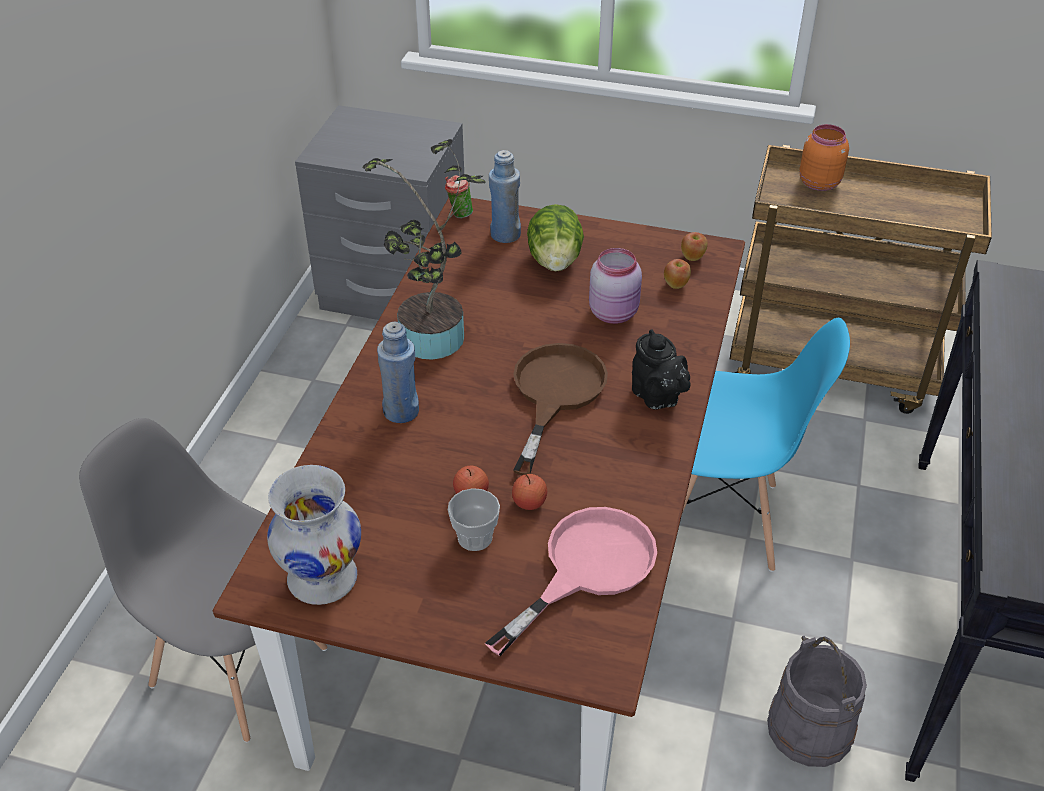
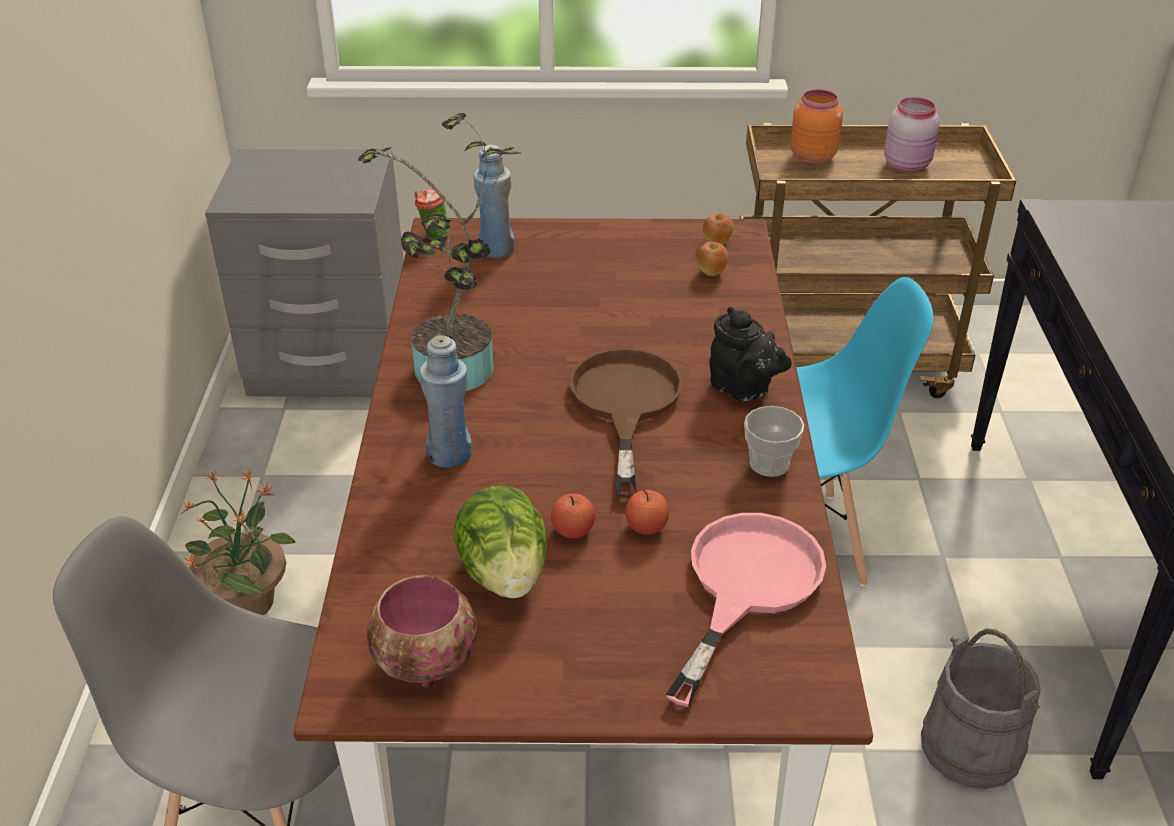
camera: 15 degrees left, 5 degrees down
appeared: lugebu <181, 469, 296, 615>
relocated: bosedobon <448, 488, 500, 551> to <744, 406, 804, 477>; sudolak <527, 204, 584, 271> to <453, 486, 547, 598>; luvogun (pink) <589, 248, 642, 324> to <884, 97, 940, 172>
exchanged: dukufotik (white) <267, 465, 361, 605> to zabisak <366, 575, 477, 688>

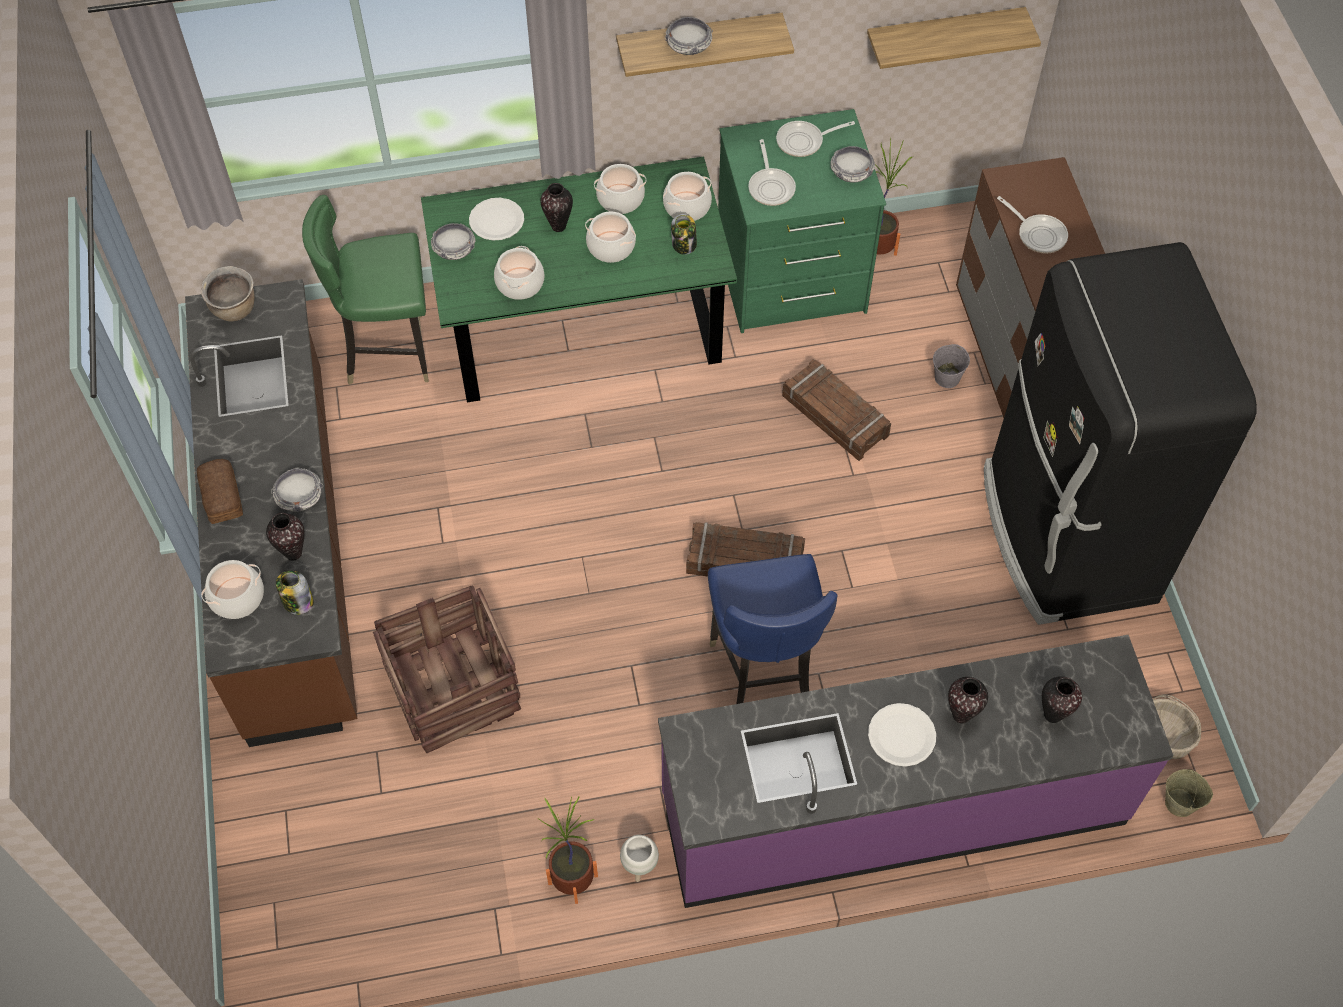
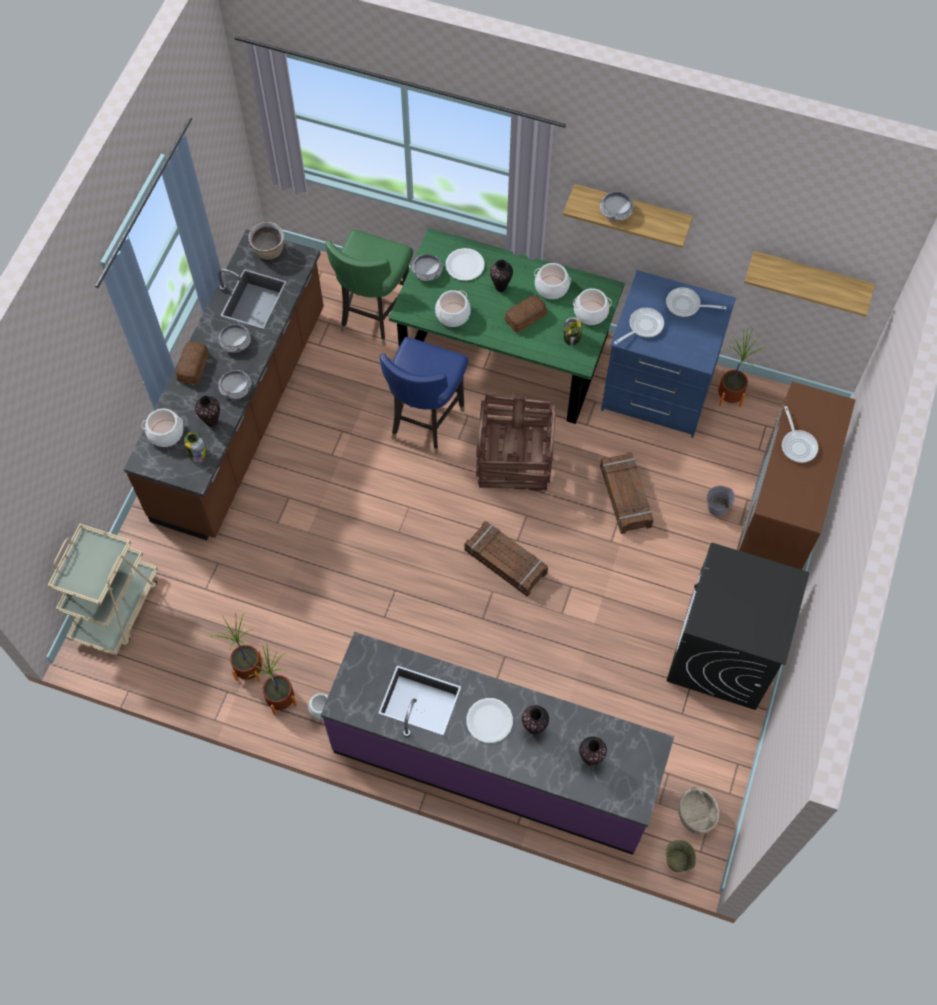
camera: 30 degrees right, 5 degrees up
appeared: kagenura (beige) <48, 524, 158, 655>; lugebu <210, 613, 263, 682>
relocated: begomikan <373, 585, 521, 753> to <476, 395, 556, 491>; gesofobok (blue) <708, 554, 838, 704> to <380, 337, 469, 455>; zabisak <830, 146, 875, 183> to <218, 324, 251, 352>
exchanged: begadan <585, 212, 636, 263> to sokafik <504, 295, 547, 333>; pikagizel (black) <984, 242, 1257, 625> to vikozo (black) <667, 543, 810, 710>
colour: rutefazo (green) <718, 109, 886, 333> to rutefazo (blue) <601, 270, 736, 438>
spun: gesofobok (green) <302, 195, 429, 385> = <325, 229, 413, 346> 90 degrees counterclockwise; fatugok <748, 139, 796, 206> = <614, 308, 664, 344> 150 degrees counterclockwise

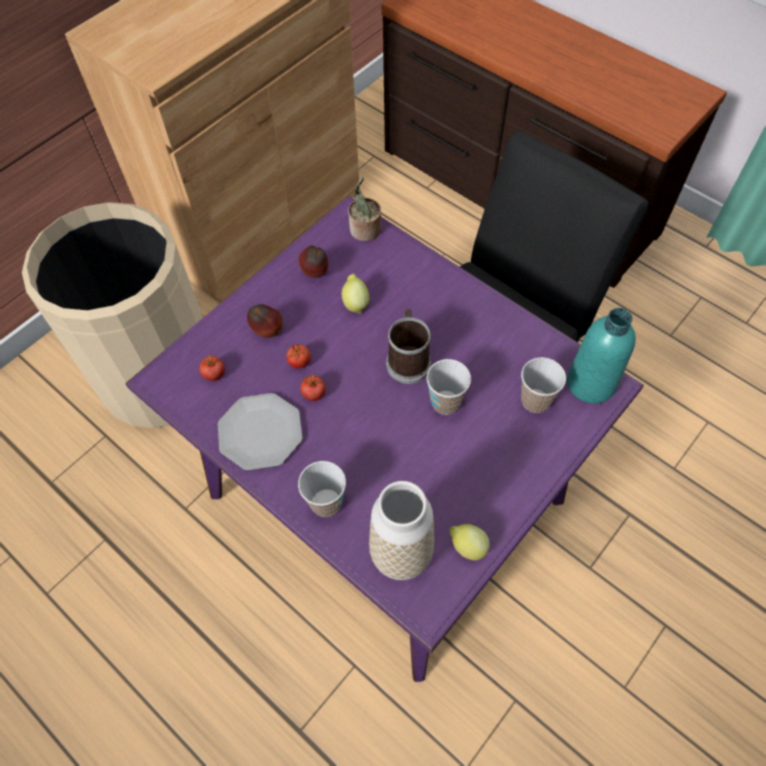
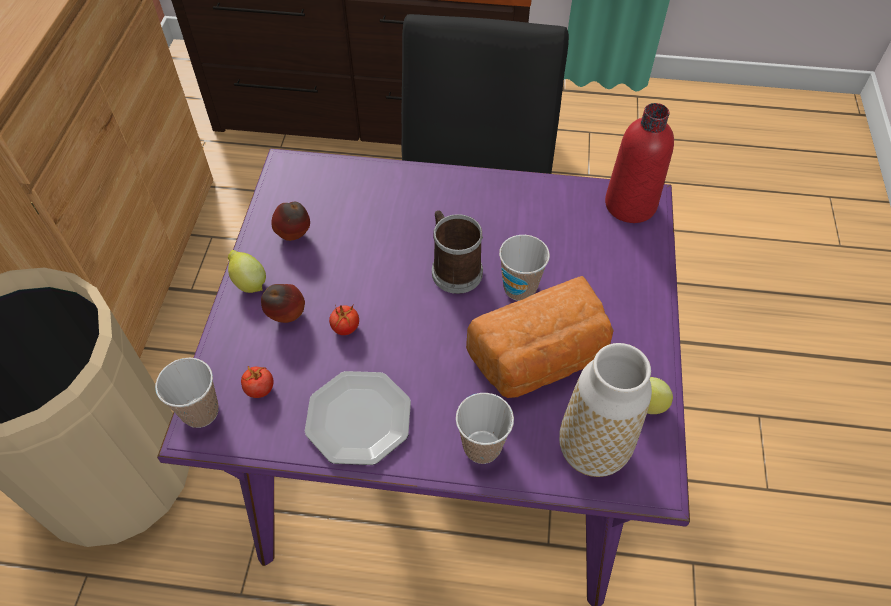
camera: 35 degrees left, 5 degrees down
missing: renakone <300, 374, 326, 401>; lugebu <348, 177, 381, 241>
appeared: sokafik <466, 276, 614, 398>
relocated: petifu <342, 273, 369, 314> to <228, 250, 266, 293>; bosedobon <521, 357, 566, 413> to <155, 358, 218, 428>
colour: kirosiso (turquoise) <567, 308, 636, 404> to kirosiso (red) <605, 103, 674, 223>

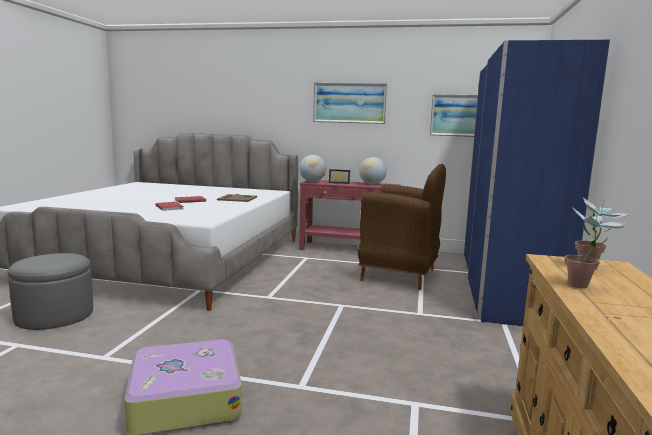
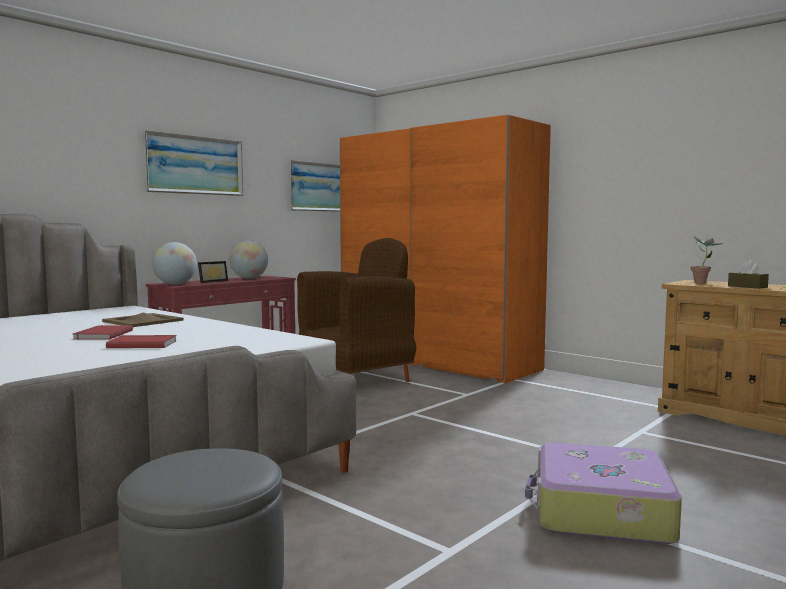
camera: 60 degrees left, 5 degrees down
exchanged: lugebu <564, 207, 626, 288> to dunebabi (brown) <728, 260, 769, 289>
colour: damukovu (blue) <464, 40, 610, 326> to damukovu (orange) <340, 114, 551, 383>

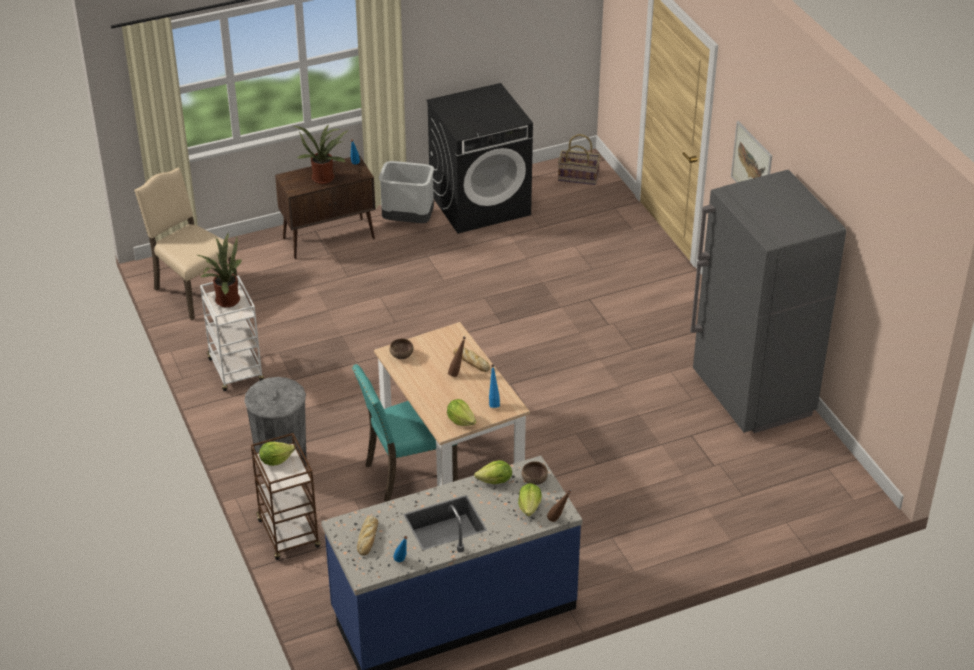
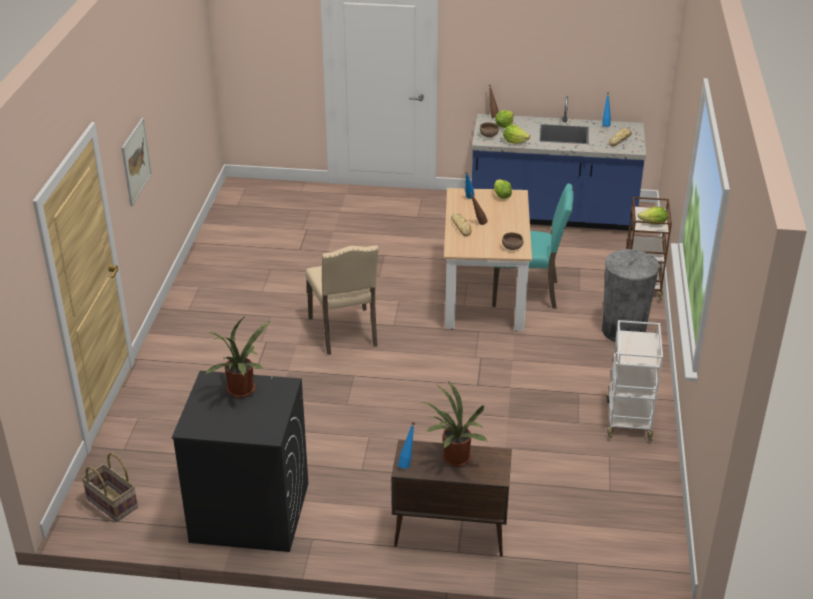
camera: 150 degrees left, 5 degrees down
missing: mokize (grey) <379, 161, 434, 223>; pikagizel (grey) <690, 170, 846, 433>
relocated: gesofobok (beige) <134, 168, 238, 320> to <306, 245, 379, 355>; lugebu <198, 232, 242, 308> to <206, 315, 271, 398>

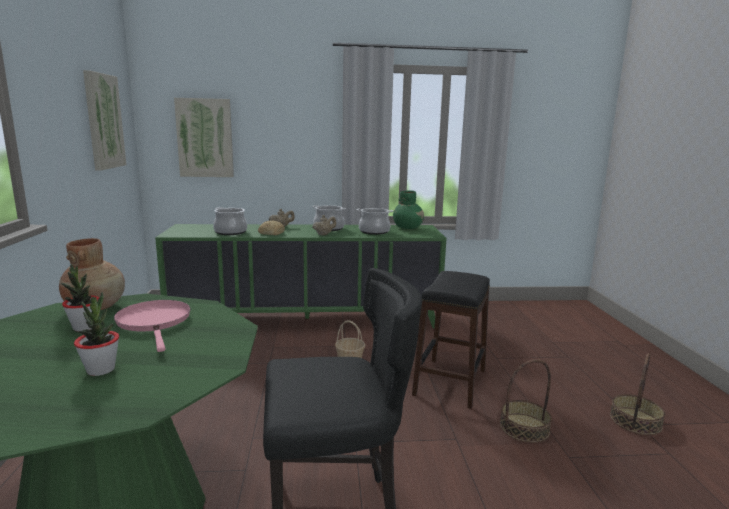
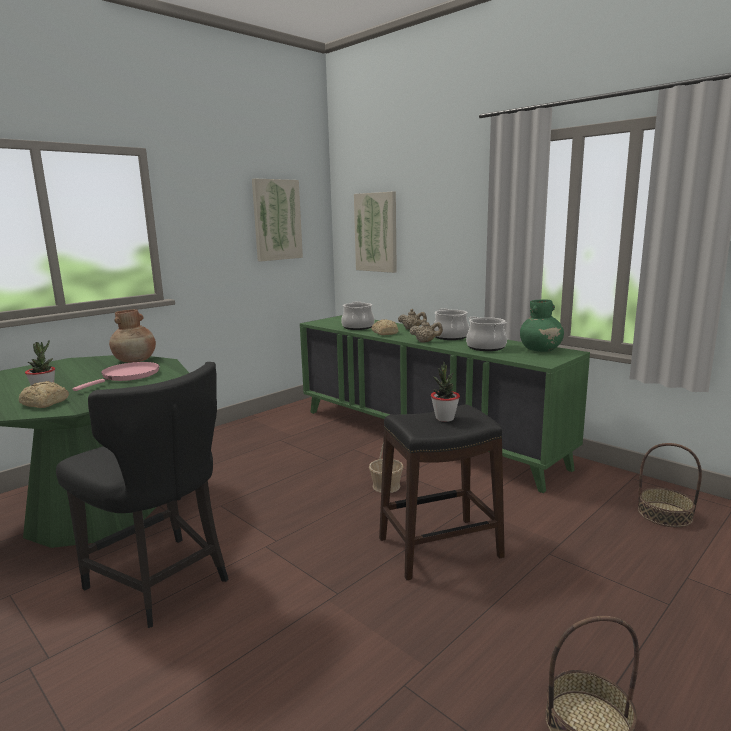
camera: 50 degrees right, 0 degrees up
appeared: sokafik <19, 381, 69, 408>
relocated: lugebu <61, 264, 99, 332> to <431, 362, 460, 422>; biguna <500, 359, 552, 443> to <638, 443, 702, 528>

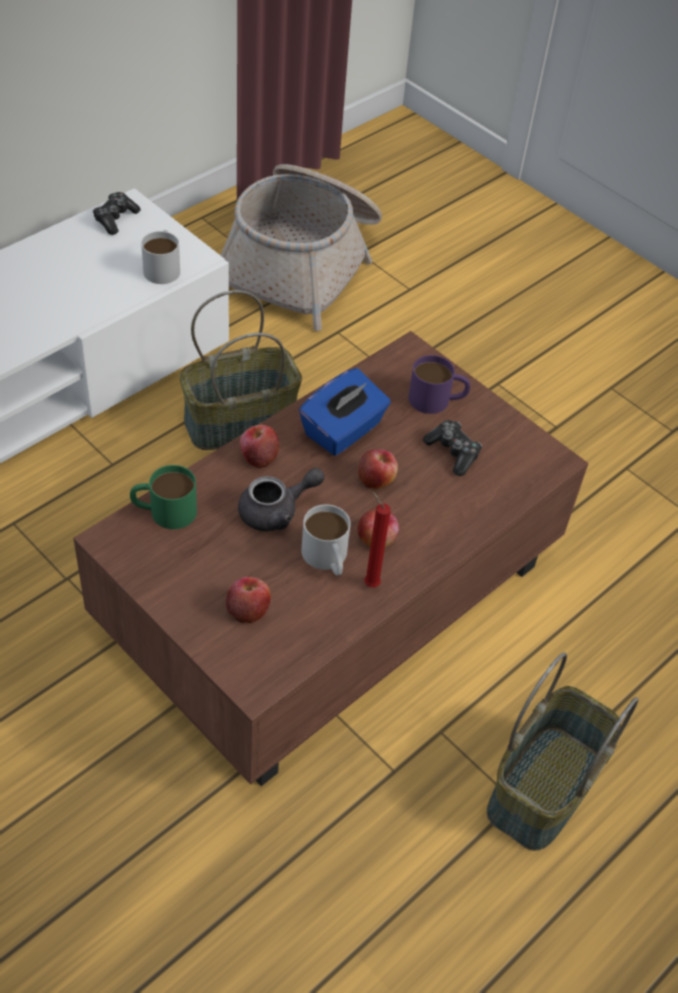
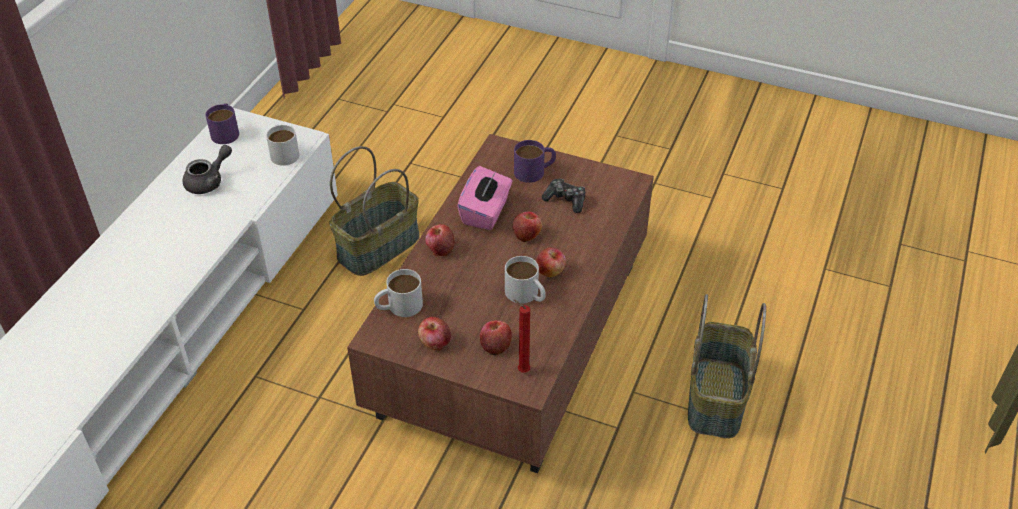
camera: 20 degrees left, 5 degrees down
missing: biguna <221, 164, 382, 331>
appeared: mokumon <418, 317, 451, 351>
relocated: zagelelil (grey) <238, 468, 325, 531> to <183, 145, 232, 194>; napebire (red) <364, 492, 391, 587> to <514, 300, 530, 373>
exchanged: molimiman <93, 192, 141, 235> to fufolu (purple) <205, 103, 239, 144>
colour: fufolu (green) <130, 465, 197, 529> to fufolu (white) <374, 269, 423, 317>; dunebabi (blue) <299, 368, 391, 456> to dunebabi (pink) <457, 166, 512, 230>

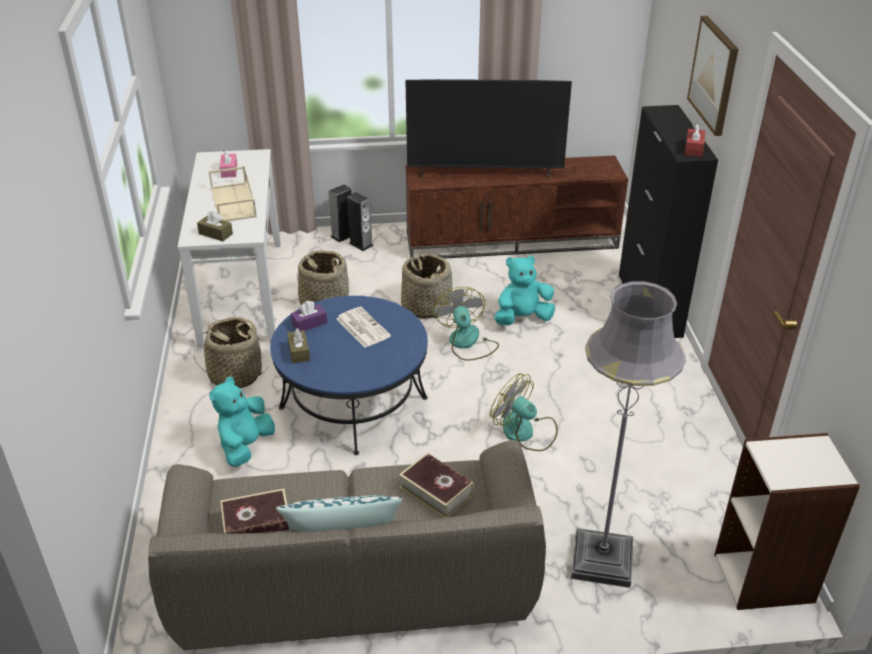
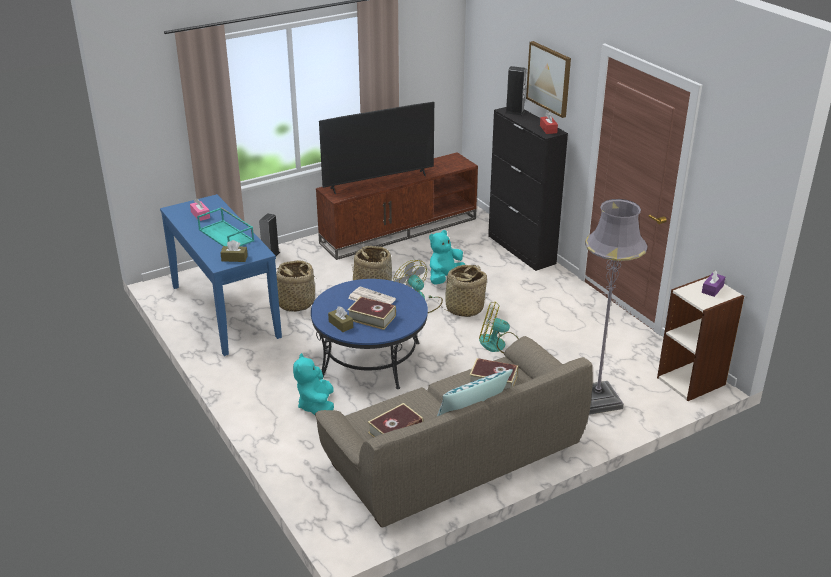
camera: 25 degrees left, 5 degrees down
appeared: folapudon <348, 297, 396, 330>
relocated: biguna <193, 317, 268, 388> to <438, 265, 487, 317>; dunebabi (purple) <291, 301, 327, 331> to <702, 270, 725, 297>; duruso <348, 192, 373, 251> to <505, 66, 526, 115>
colour: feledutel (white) <178, 149, 281, 348> to feledutel (blue) <160, 194, 282, 356>; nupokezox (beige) <209, 166, 257, 221> to nupokezox (turquoise) <197, 207, 254, 247>

